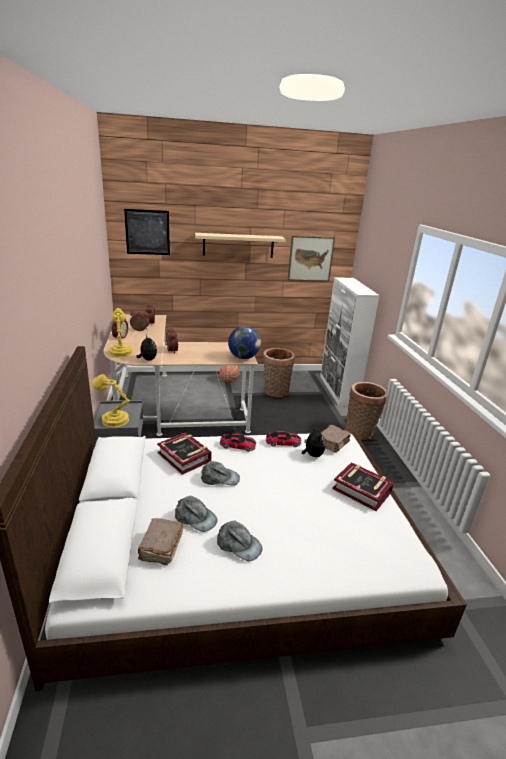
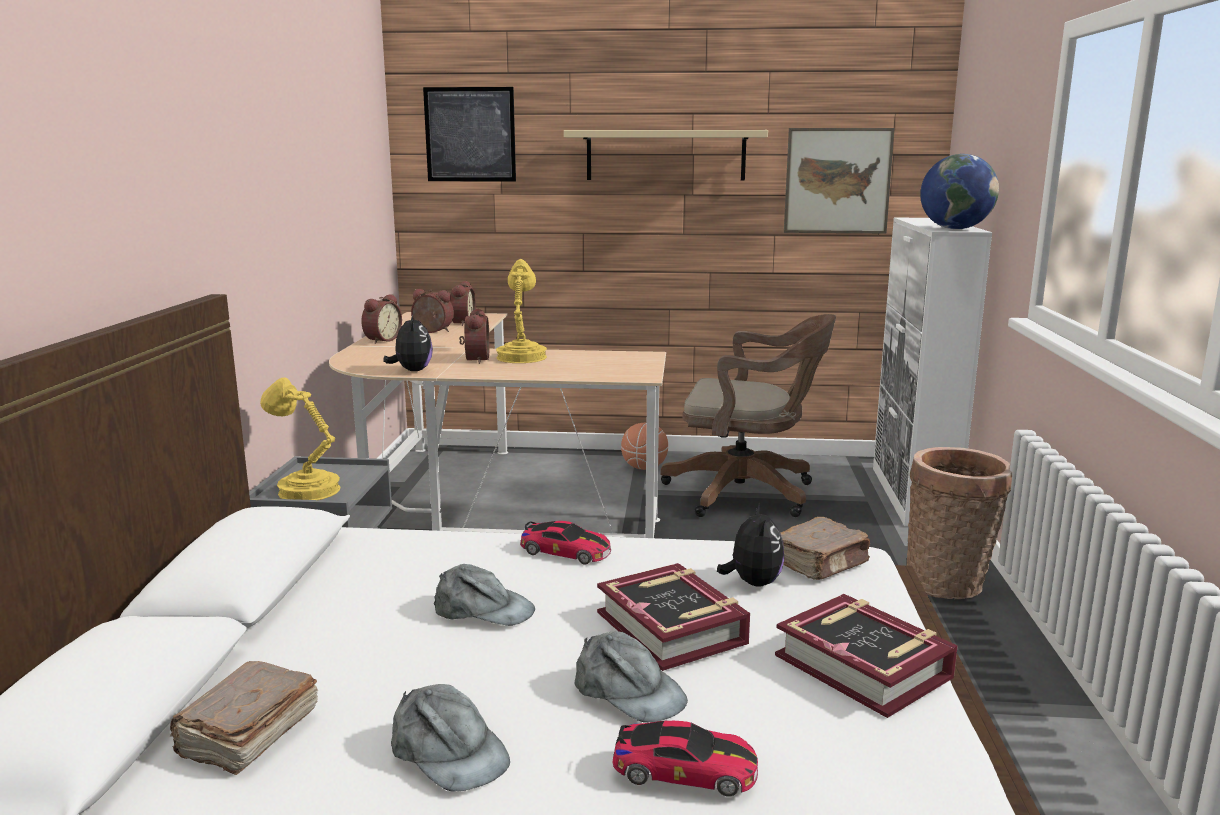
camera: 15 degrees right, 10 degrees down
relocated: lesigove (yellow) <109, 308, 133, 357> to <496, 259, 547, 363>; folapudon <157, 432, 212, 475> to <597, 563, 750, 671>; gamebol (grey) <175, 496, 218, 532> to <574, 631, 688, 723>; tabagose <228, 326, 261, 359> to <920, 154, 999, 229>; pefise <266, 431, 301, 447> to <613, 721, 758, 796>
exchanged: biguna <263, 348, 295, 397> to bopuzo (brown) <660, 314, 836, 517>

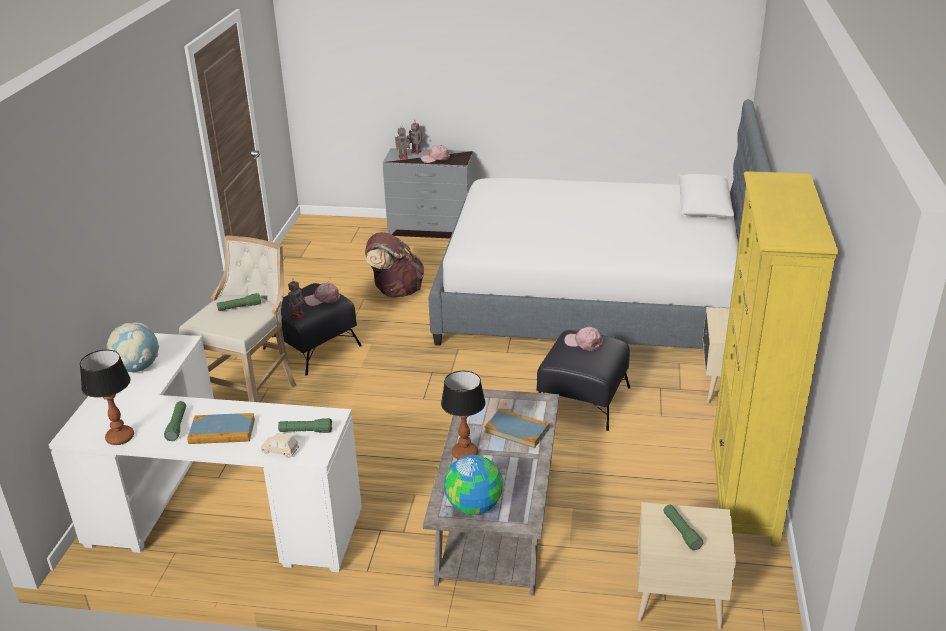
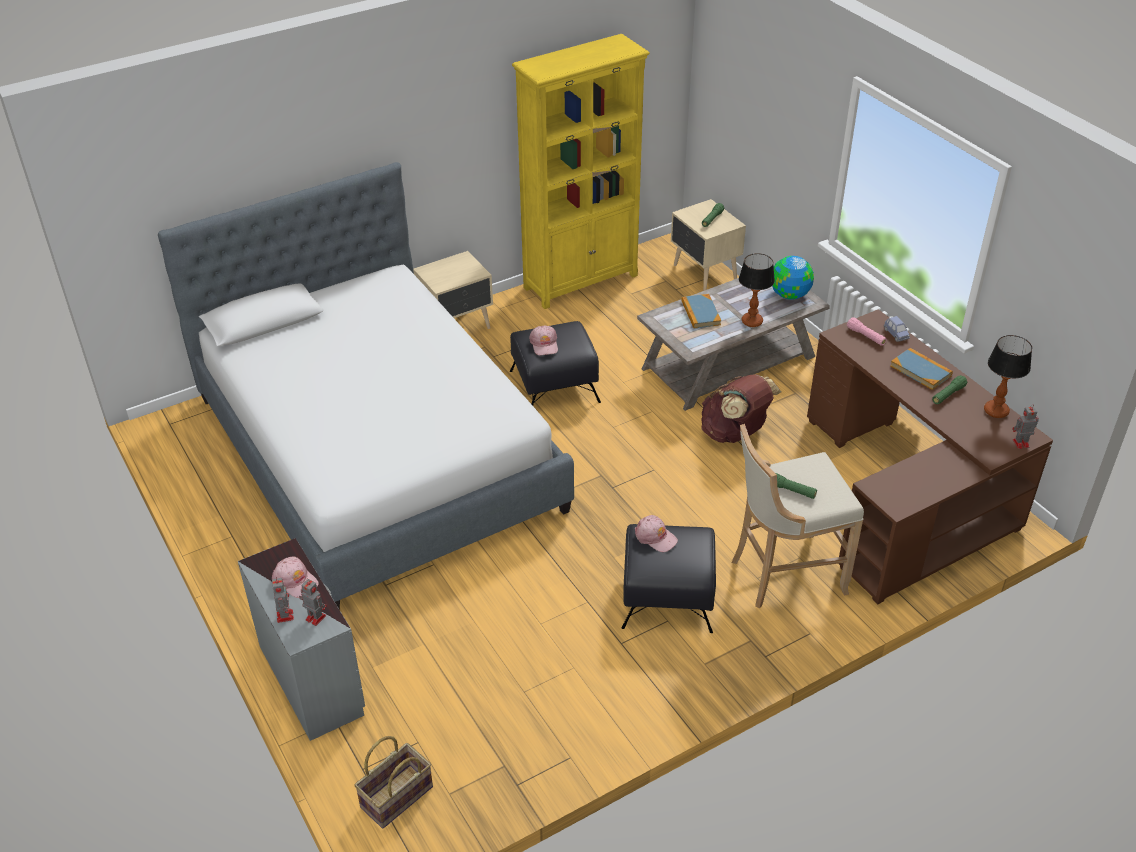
camera: 130 degrees left, 10 degrees up
missing: tabagose <107, 322, 159, 372>
appeared: biguna <354, 736, 433, 829>
relocated: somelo <288, 278, 306, 319> to <1013, 404, 1039, 449>; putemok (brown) <365, 232, 424, 298> to <701, 374, 781, 443>
colour: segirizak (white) <49, 333, 362, 572> to segirizak (brown) <807, 309, 1053, 604>; pefise (beige) <260, 433, 299, 458> to pefise (blue) <884, 316, 910, 342>; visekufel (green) <278, 418, 332, 433> to visekufel (pink) <847, 317, 887, 346>

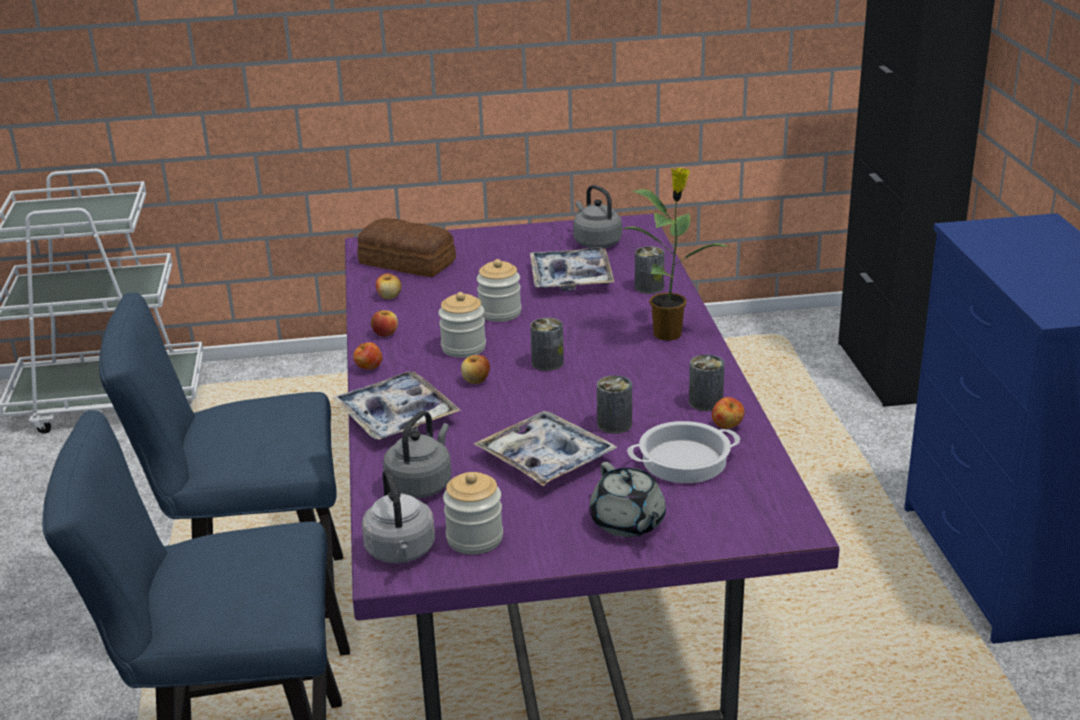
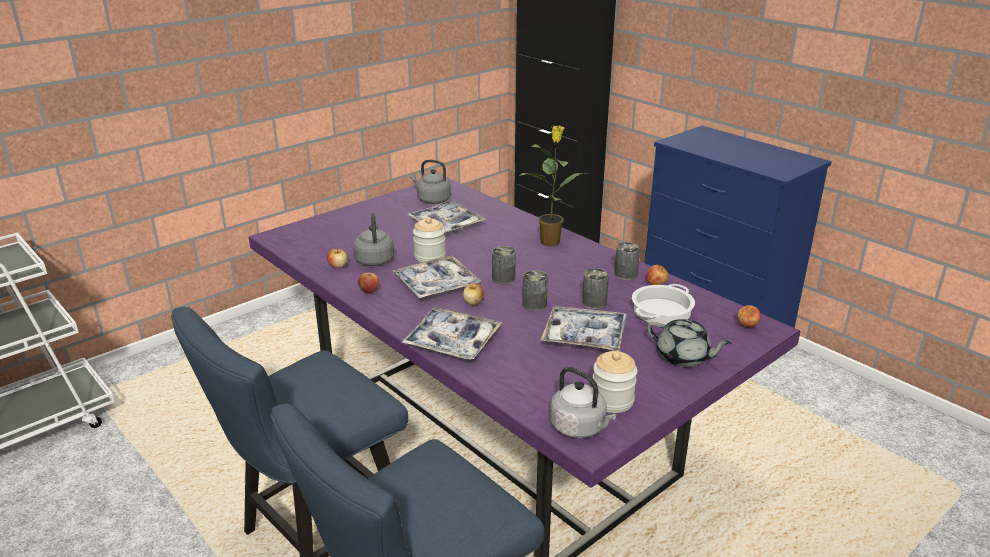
camera: 35 degrees left, 0 degrees up
missing: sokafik <357, 218, 456, 277>
relocated: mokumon <353, 342, 383, 370> to <737, 305, 761, 327>; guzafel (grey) <383, 410, 451, 498> to <353, 213, 394, 266>; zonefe <635, 246, 664, 294> to <522, 270, 548, 311>
exchanged: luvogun <439, 292, 486, 358> to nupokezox <393, 256, 481, 298>

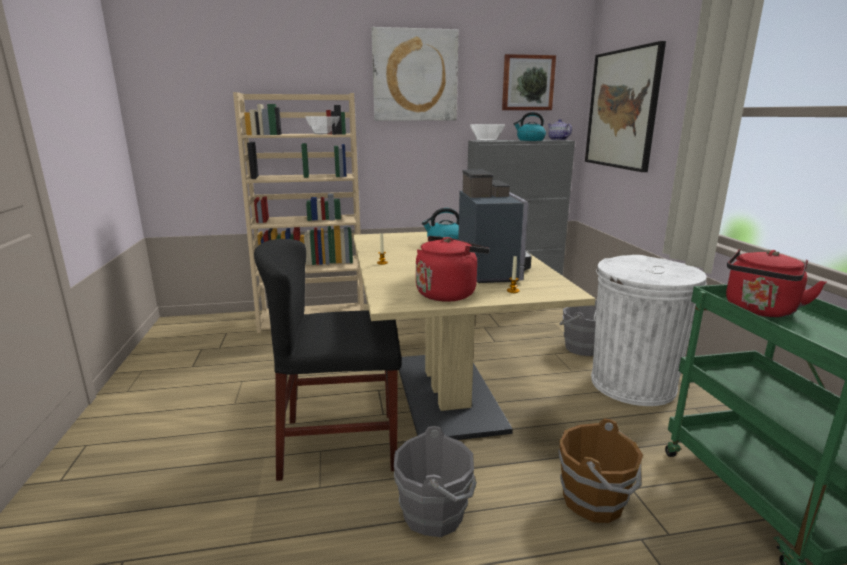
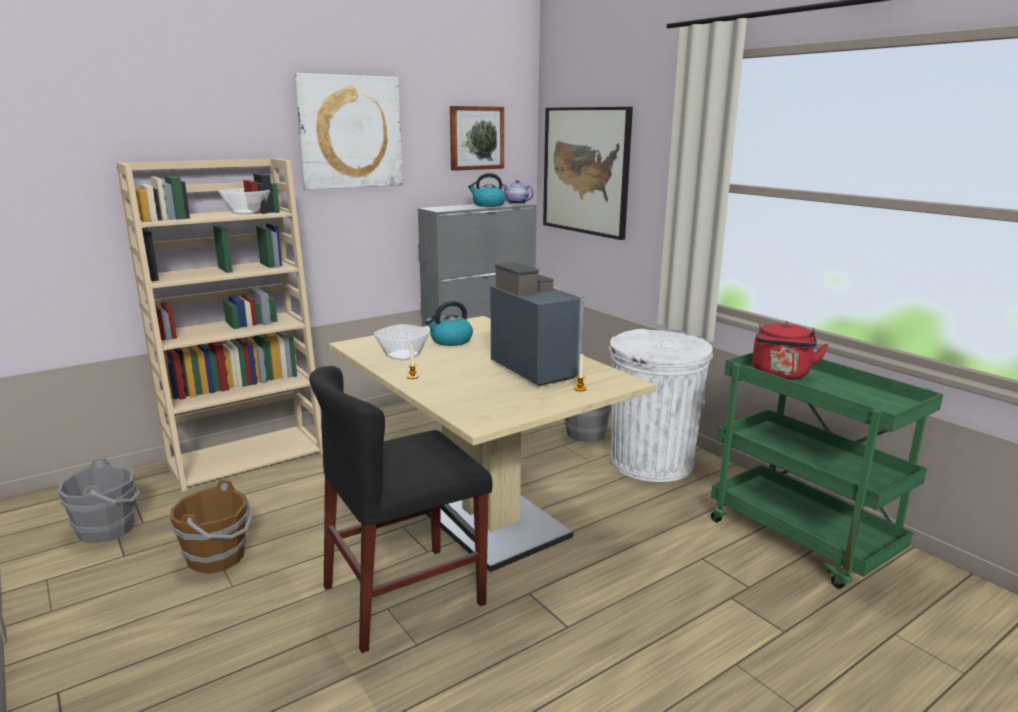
camera: 25 degrees left, 0 degrees up
missing: guzafel (red) <416, 236, 490, 302>
relocated: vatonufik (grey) <394, 426, 477, 537> to <58, 458, 141, 543>; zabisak <470, 124, 505, 141> to <374, 324, 430, 360>; vatonufik (brown) <558, 418, 643, 523> to <170, 480, 253, 574>

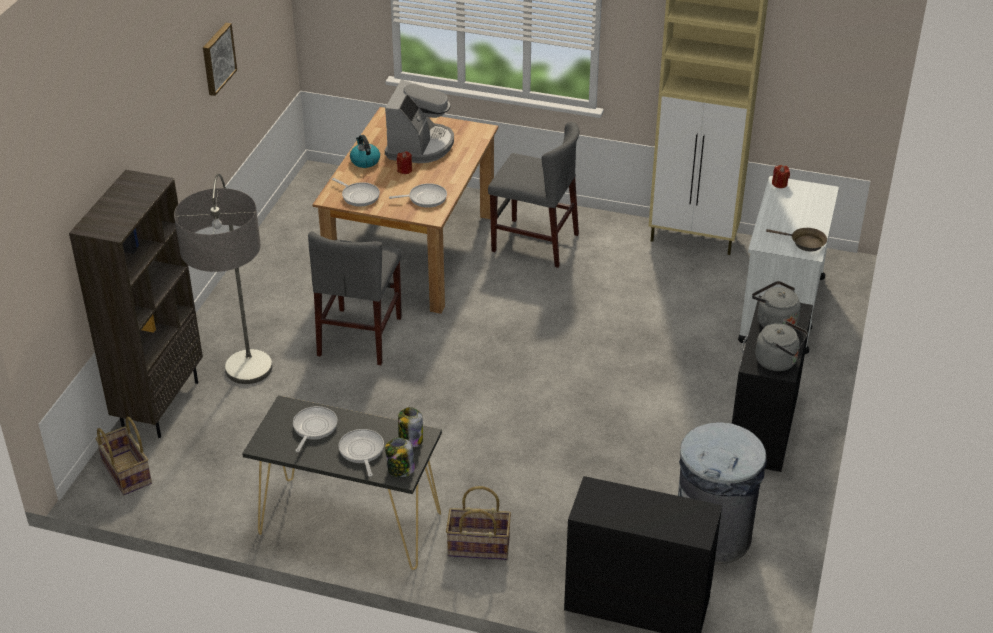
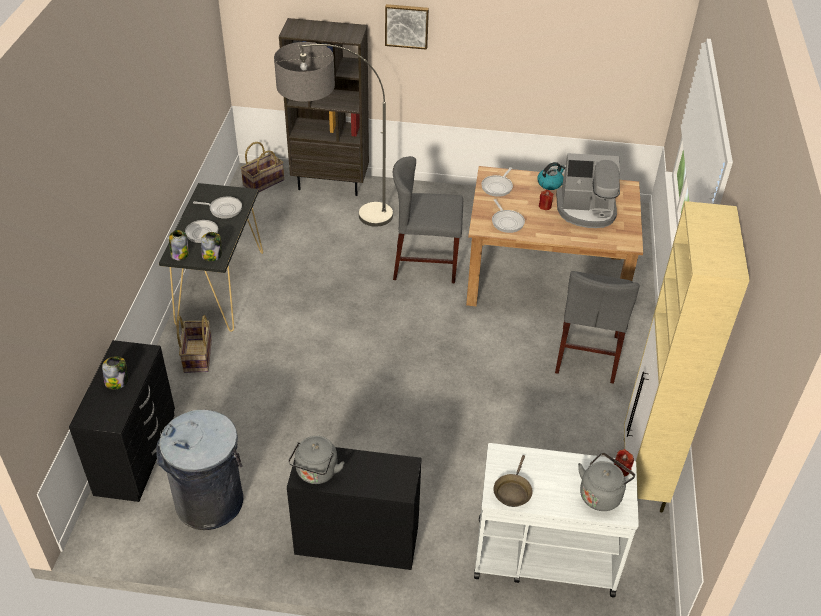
camera: 80 degrees right, 5 degrees up
appeared: luvogun <102, 356, 128, 390>
relocated: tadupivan <203, 23, 237, 96> to <385, 4, 429, 50>; guzafel (grey) <752, 281, 801, 329> to <578, 452, 635, 511>

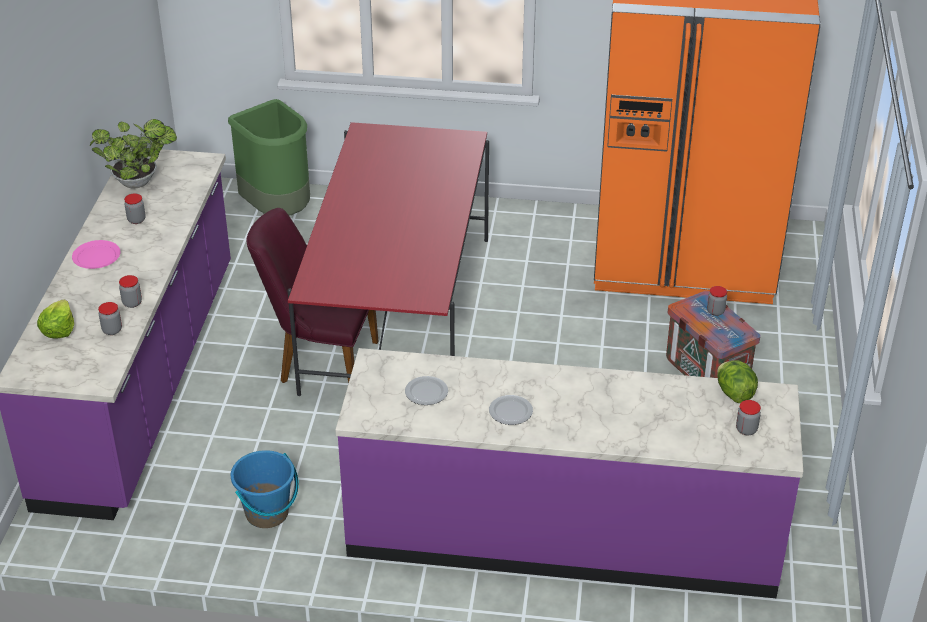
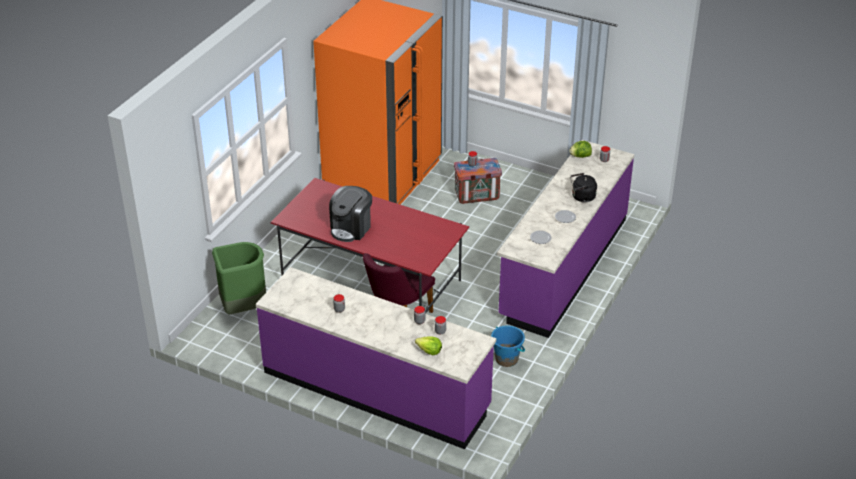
camera: 70 degrees left, 0 degrees up
missing: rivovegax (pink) <72, 240, 121, 269>; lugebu <90, 119, 177, 188>
appeared: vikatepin <329, 186, 372, 242>; guzafel (black) <570, 173, 597, 202>

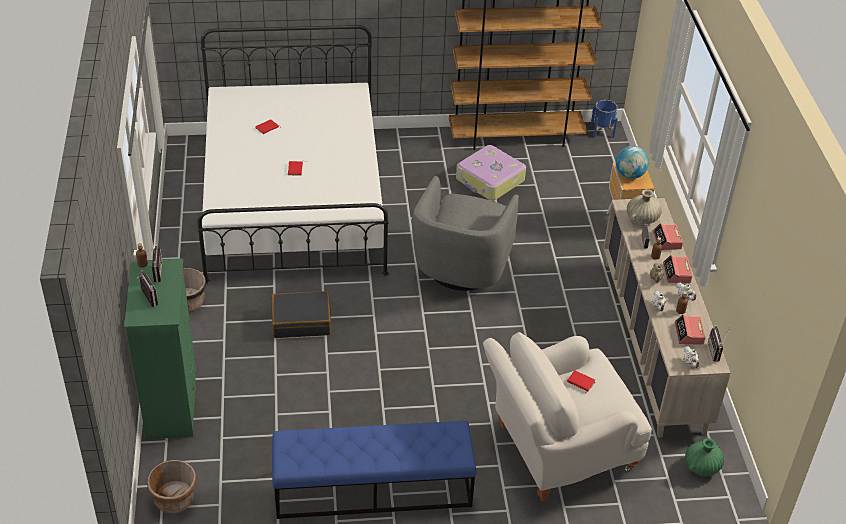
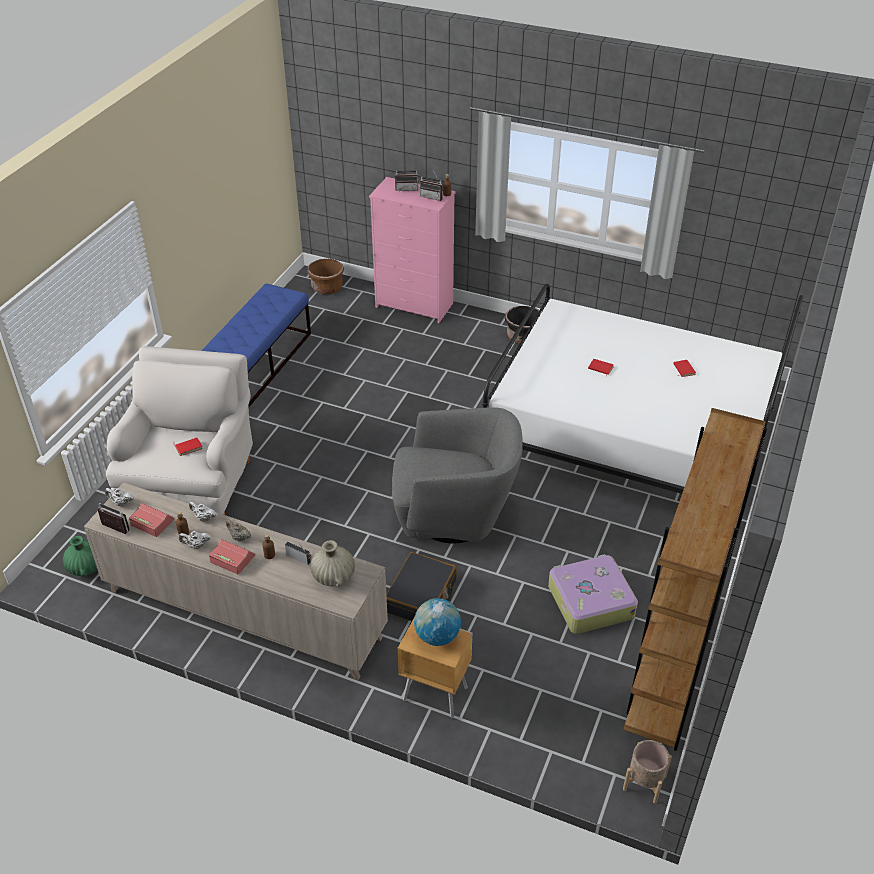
camera: 120 degrees right, 0 degrees up
missing: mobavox <653, 223, 683, 250>
relocated: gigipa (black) <272, 291, 331, 338> to <386, 552, 457, 621>
colour: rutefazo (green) <124, 259, 197, 439> to rutefazo (pink) <369, 177, 456, 323>; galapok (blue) <591, 100, 618, 138> to galapok (beige) <623, 740, 672, 804>
spun: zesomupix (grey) <412, 176, 519, 291> = <392, 407, 523, 543> 135 degrees clockwise

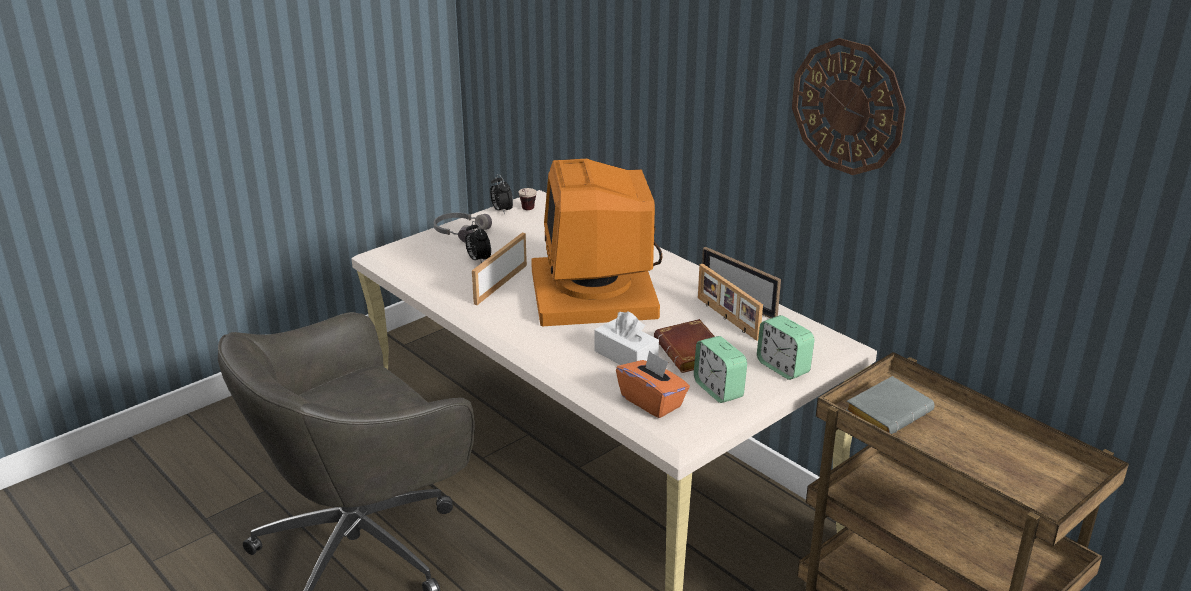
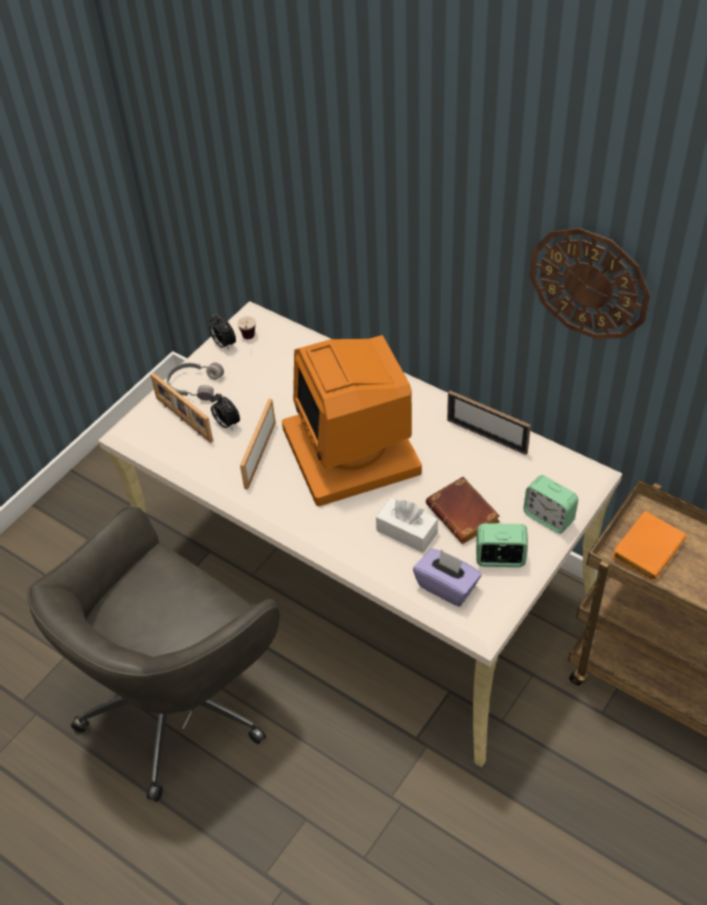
camera: 10 degrees left, 20 degrees up
relocated: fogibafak <698, 264, 763, 341> to <150, 373, 213, 443>
colour: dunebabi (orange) <616, 350, 690, 418> to dunebabi (purple) <413, 549, 482, 607>; folapudon (grey) <846, 376, 935, 434> to folapudon (orange) <612, 511, 686, 581>
spun: mobavox <694, 336, 747, 403> = <476, 523, 528, 567> 135 degrees clockwise

